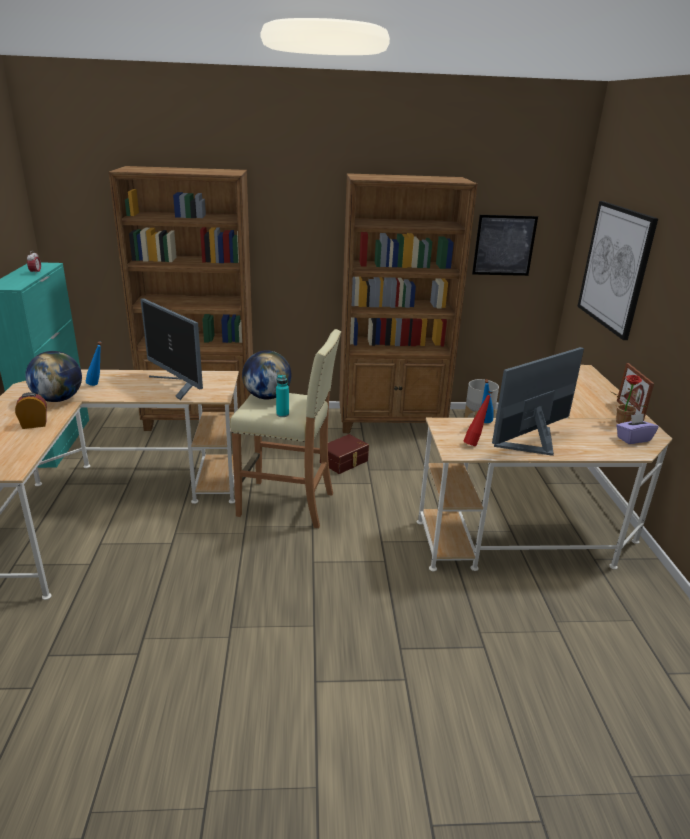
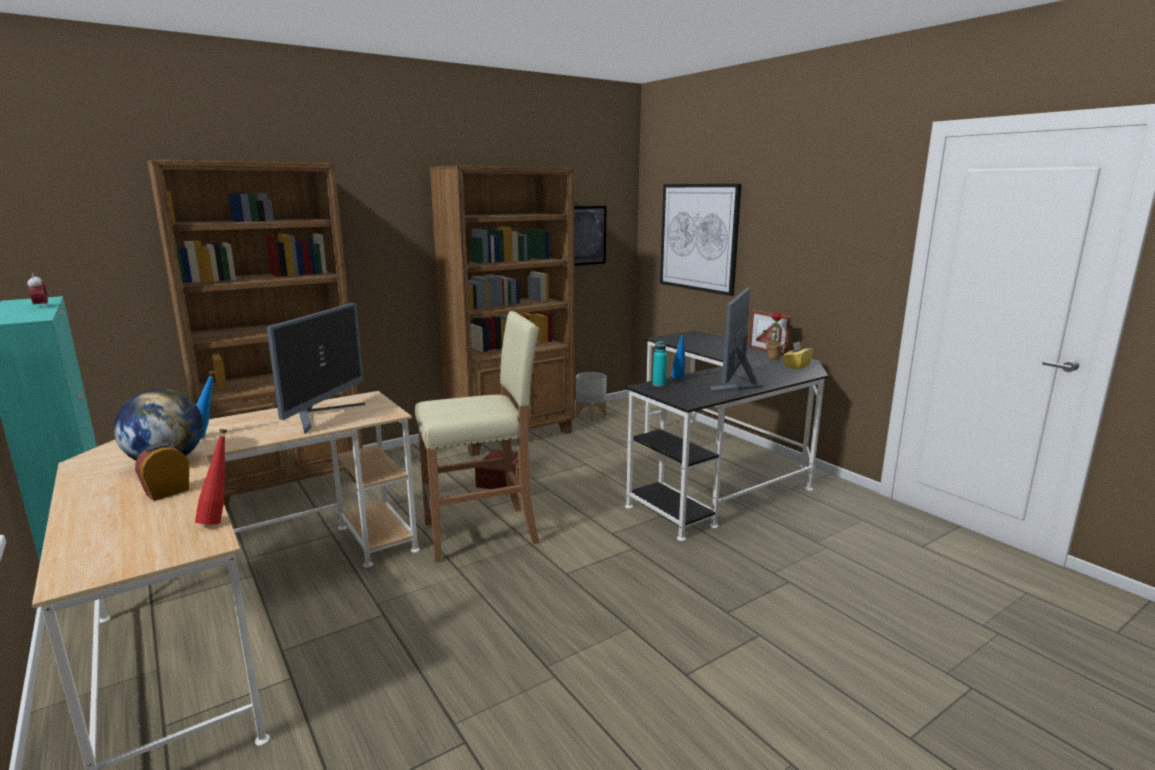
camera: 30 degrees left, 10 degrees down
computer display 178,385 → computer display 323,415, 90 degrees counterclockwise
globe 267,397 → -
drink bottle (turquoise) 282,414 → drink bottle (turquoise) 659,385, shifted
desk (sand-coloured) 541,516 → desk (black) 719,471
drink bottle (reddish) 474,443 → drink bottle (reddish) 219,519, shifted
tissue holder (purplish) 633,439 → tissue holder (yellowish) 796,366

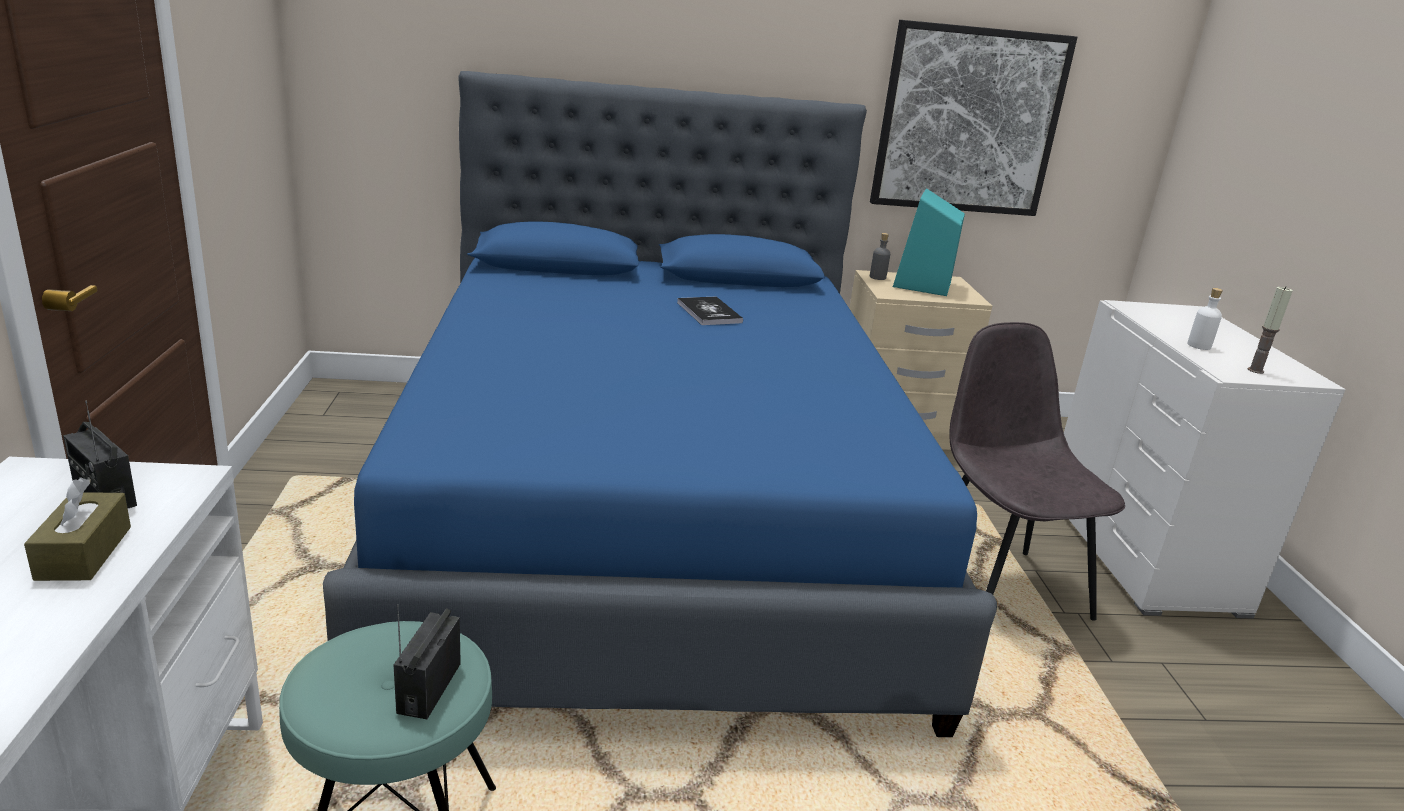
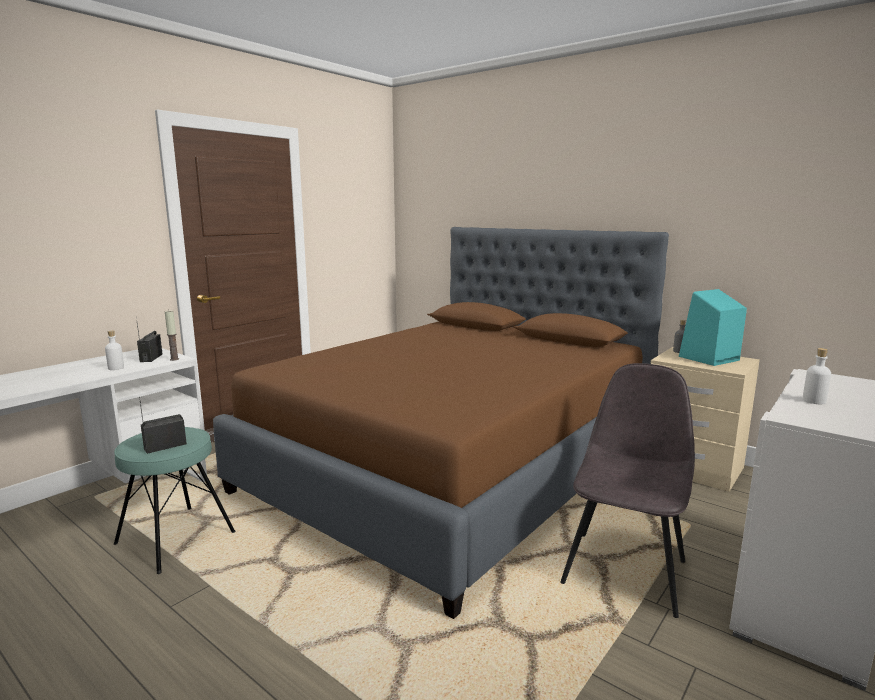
camera: 45 degrees right, 10 degrees down
tissue holder (brown-coloured) 84,553 → drink bottle (whitish) 116,368
sleeping bed (bluish) 651,520 → sleeping bed (brown-coloured) 455,466
book 709,312 → -
wall art 968,121 → -
wax light 1255,370 → wax light 174,359, shifted

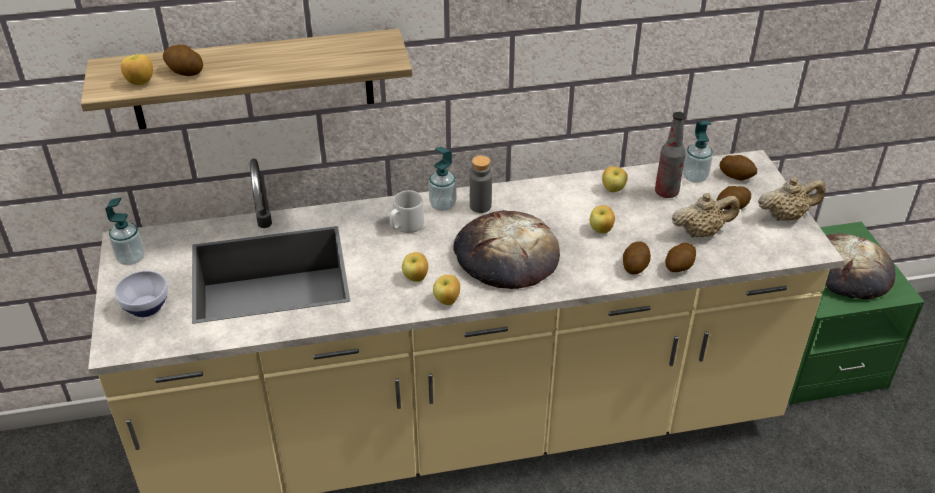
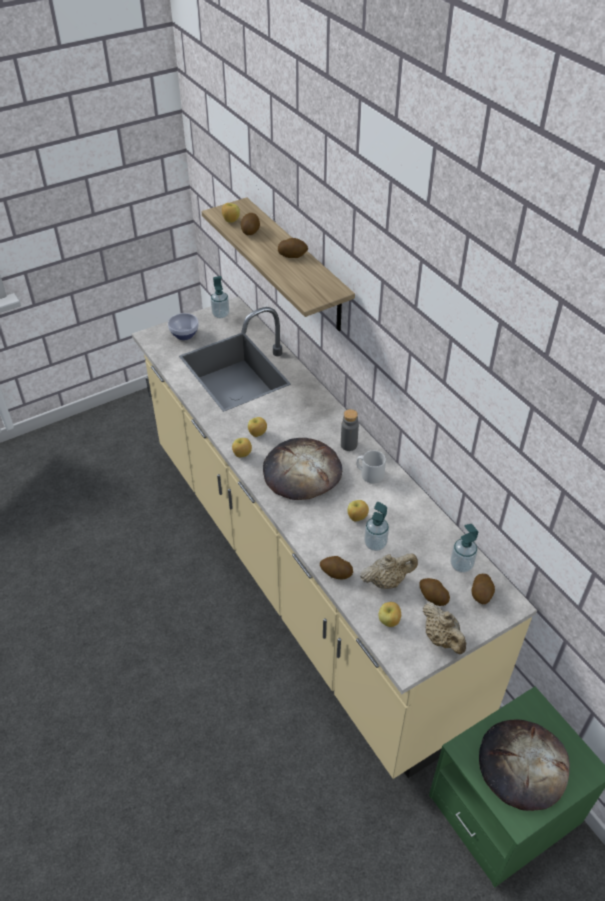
camera: 70 degrees right, 5 degrees up
tea mug (grey) 406,226 → tea mug (grey) 369,474, shifted
soap bottle 442,205 → soap bottle 375,544, shifted
apple 613,189 → apple 389,621, shifted
spud 635,266 → spud 292,255, shifted
drink bottle 666,192 → -
teapot (sand-coloured) 701,232 → teapot (sand-coloured) 387,581, 75 degrees counterclockwise

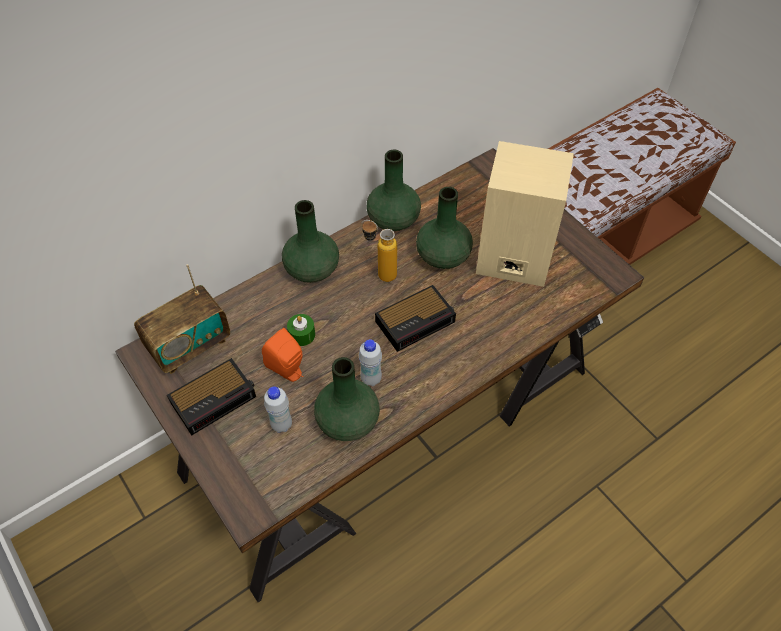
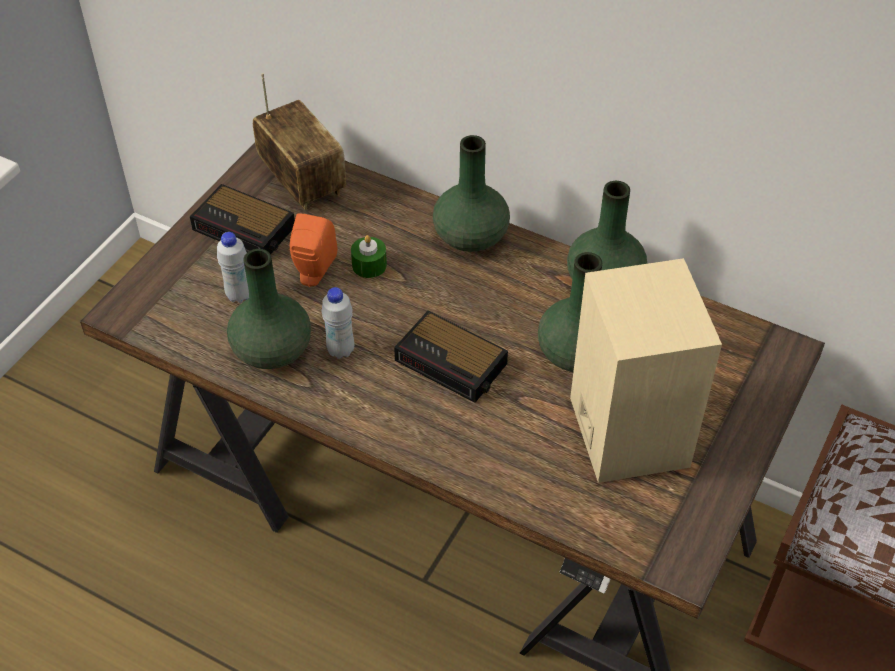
camera: 65 degrees right, 5 degrees down
radio receiver 189,345 → radio receiver 302,181, 150 degrees counterclockwise
drink bottle 379,273 → -

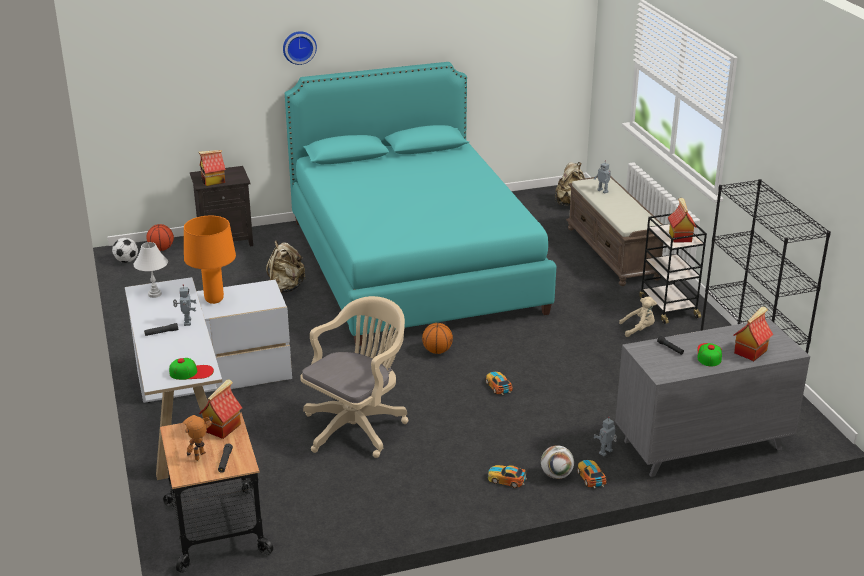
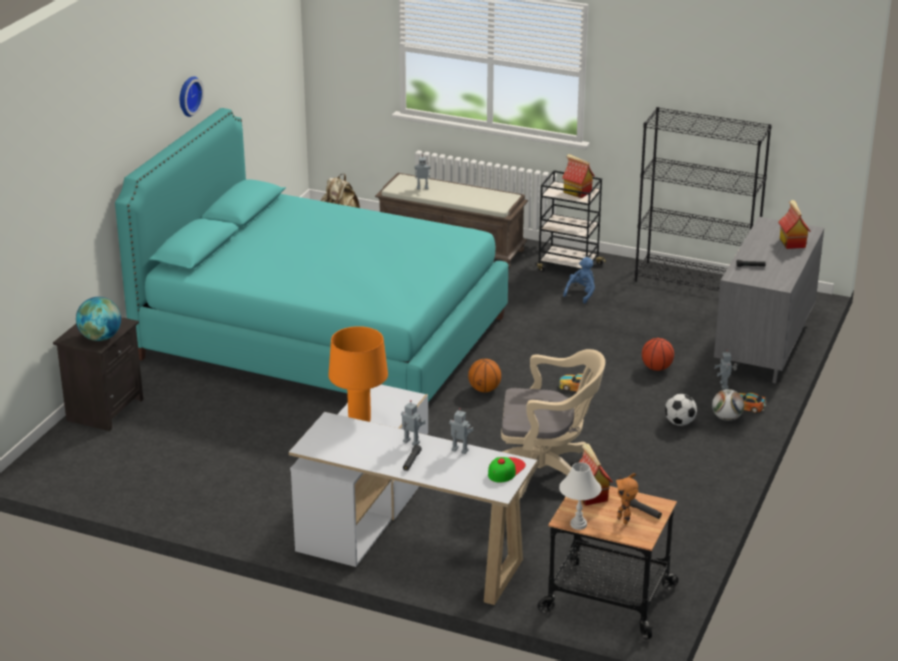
camera: 50 degrees left, 0 degrees up
ball for football 126,261 → ball for football 679,423, shifted
table lamp (whitish) 155,294 → table lamp (whitish) 578,524, shifted
ball for basketball 161,249 → ball for basketball 656,368, shifted
model house 213,181 → globe 100,338
backpack (sand-coloured) 285,288 → -
hanging clock 299,47 → hanging clock 188,96, shifted
office chair (sand-coloured) 358,426 → office chair (sand-coloured) 545,473, 105 degrees clockwise
model car 506,479 → -
soft toy (sand-coloured) 639,329 → soft toy (bluish) 581,293
peaked cap 709,354 → -
- → model robot 459,451

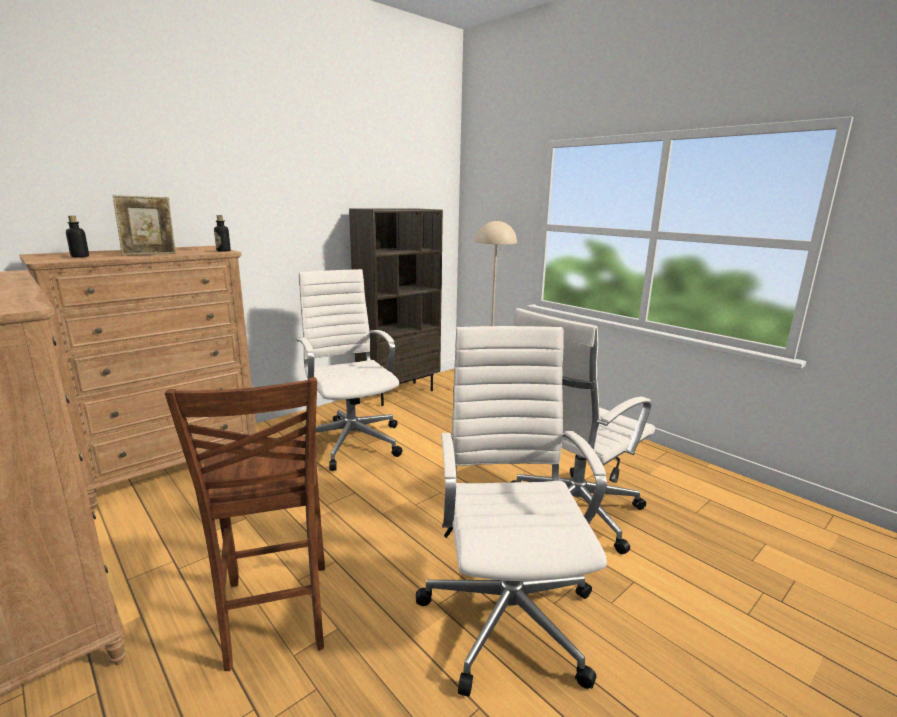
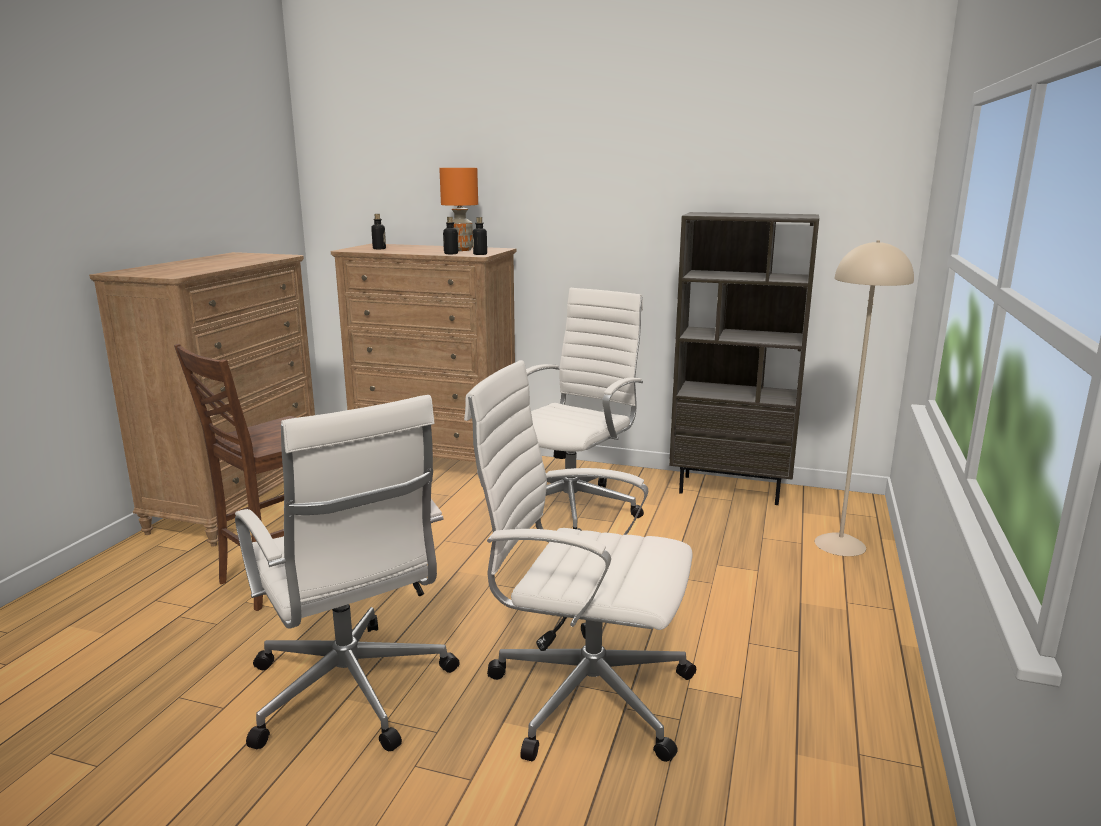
camera: 60 degrees right, 0 degrees up
picture frame 150,254 → -
office chair (whitish) 508,613 → office chair (whitish) 351,693, 90 degrees clockwise
- → table lamp (orange-coloured) 460,250
- → drink bottle 451,253

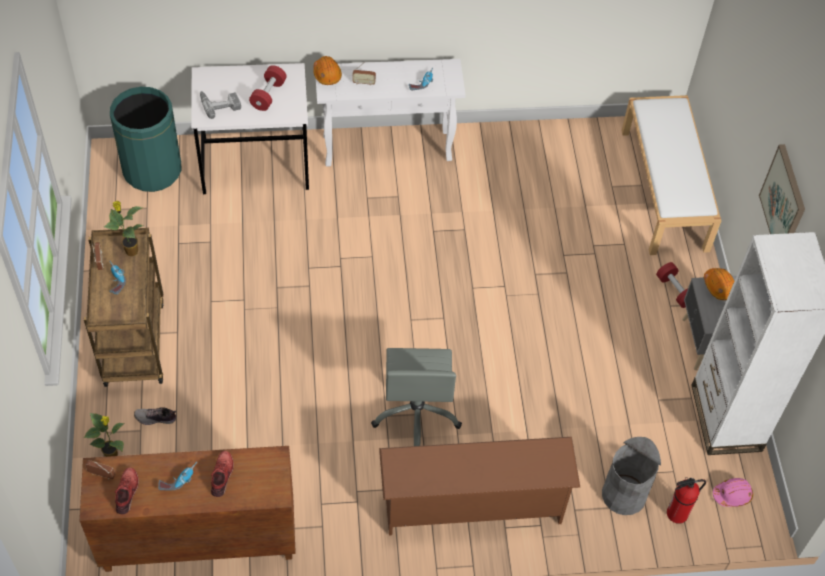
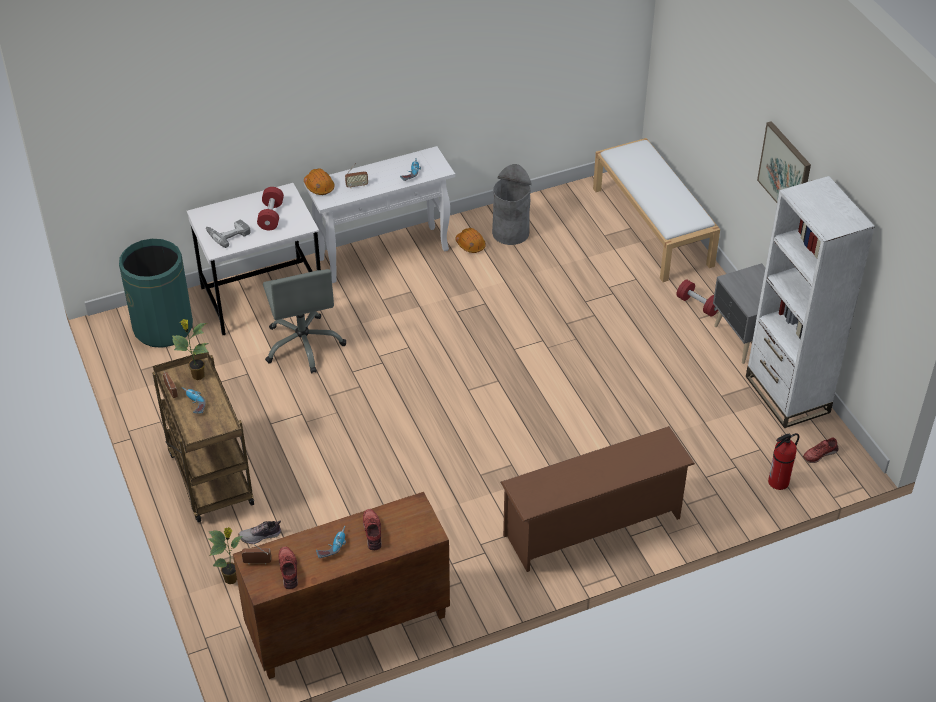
camera: 15 degrees left, 10 degrees down
office chair (grey) 416,414 → office chair (grey) 304,344, shifted
waste bin (grey) 624,494 → waste bin (grey) 510,232, shifted
hard hat (orange-coloured) 719,287 → hard hat (orange-coloured) 470,245, shifted
hard hat (pink-coloured) 732,495 → item of footwear (reddish) 819,454

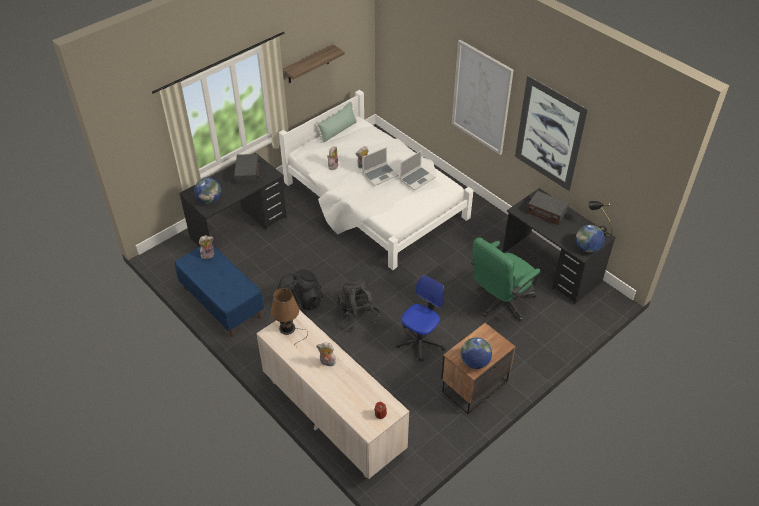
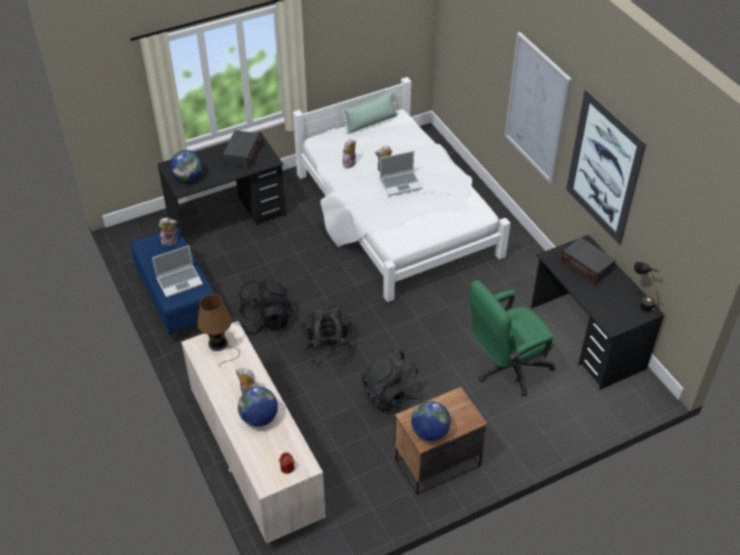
camera: 15 degrees right, 0 degrees up
bracket shelf 308,64 → -
office chair 420,342 → backpack (black) 390,395
laptop 417,178 → laptop 180,281, shifted
globe 587,248 → globe 259,418, shifted

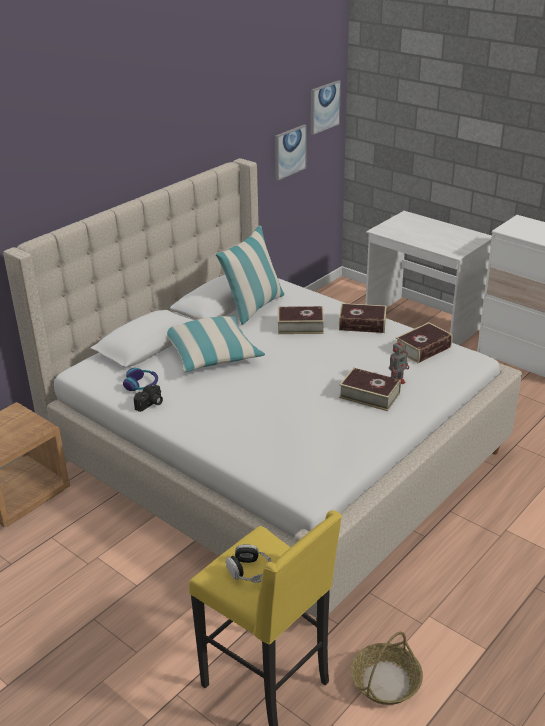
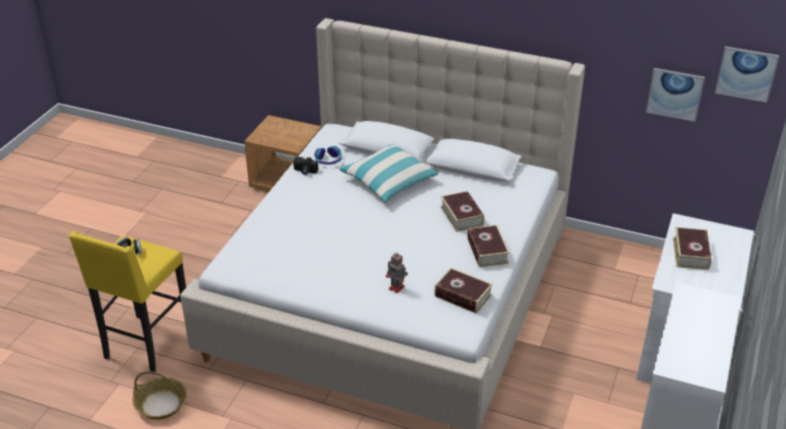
camera: 70 degrees right, 5 degrees up
cushion 254,307 → -
book 369,395 → book 690,253, shifted

